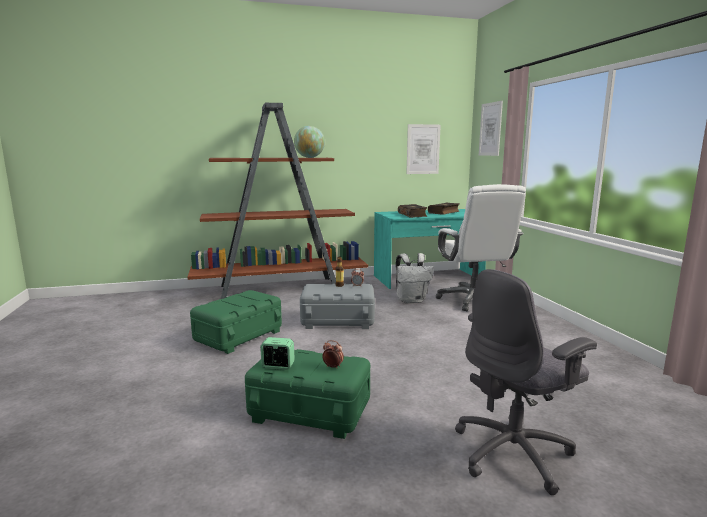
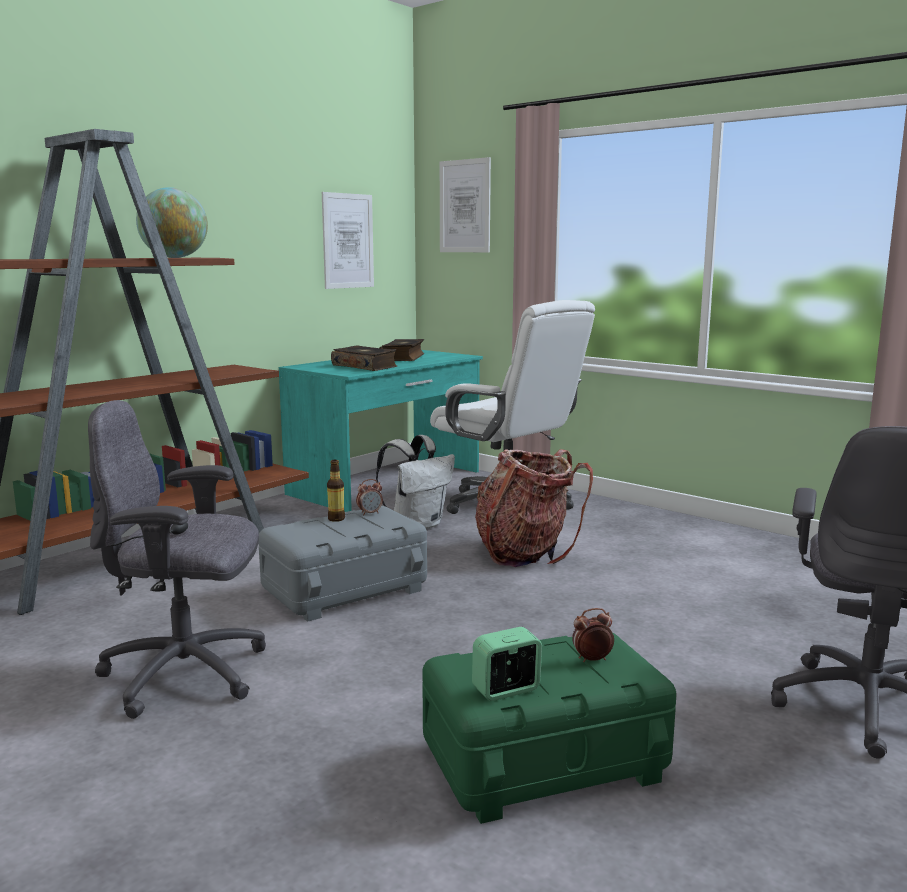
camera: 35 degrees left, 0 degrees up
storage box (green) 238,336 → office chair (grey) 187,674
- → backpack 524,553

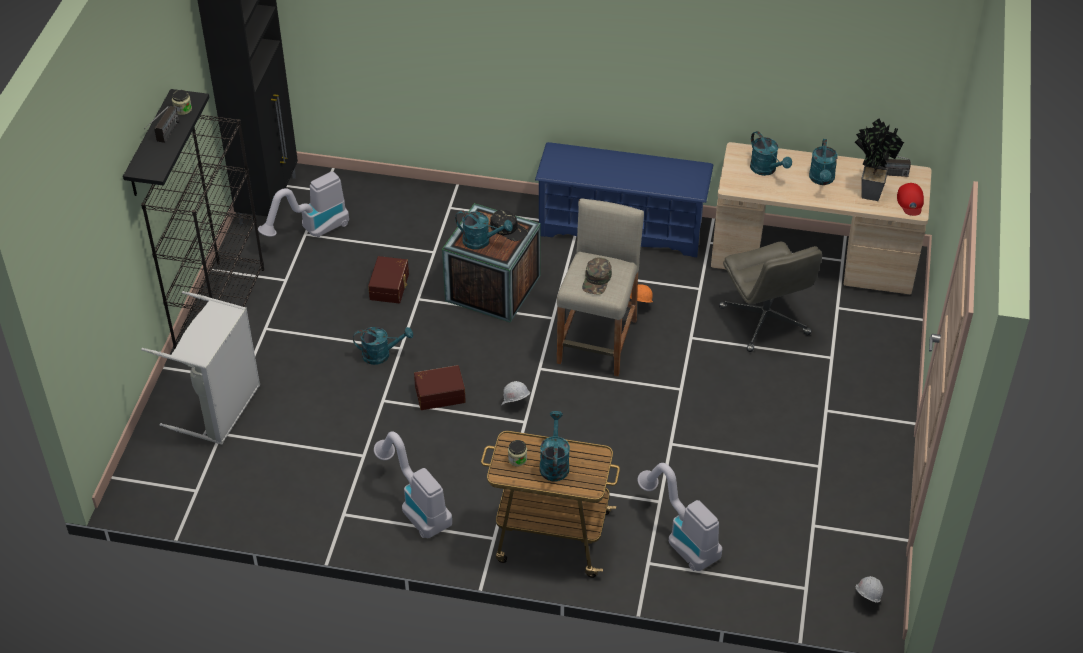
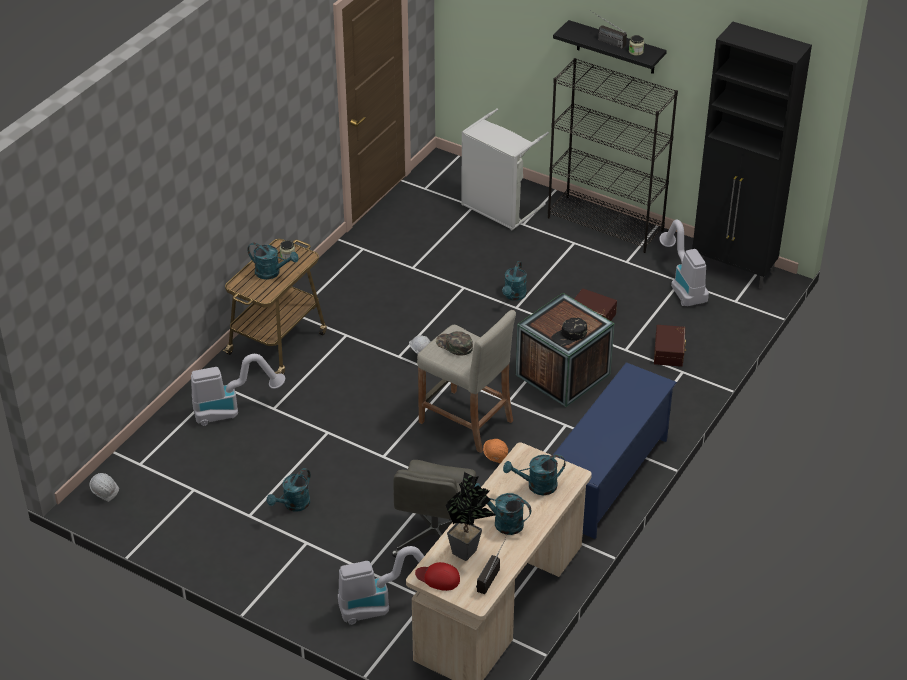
camera: 110 degrees right, 5 degrees down
vacuum 415,505 → vacuum 381,604, shifted
storage box (brown-coloured) 439,393 → storage box (brown-coloured) 670,352, shifted
watering pot (turquoise) 481,241 → watering pot (turquoise) 293,505, shifted
office chair (grey) 765,321 → office chair (grey) 434,539, 75 degrees counterclockwise

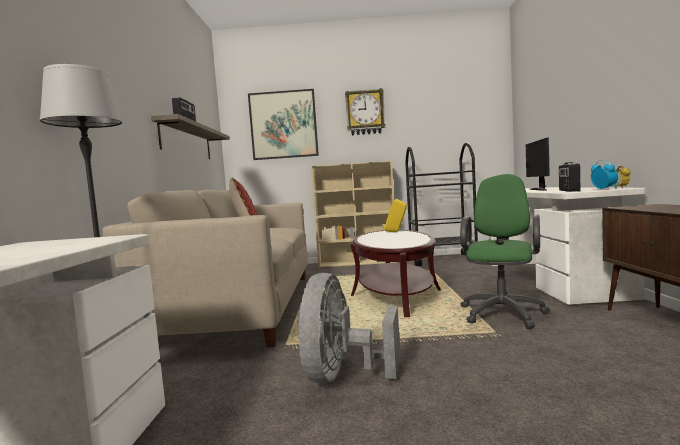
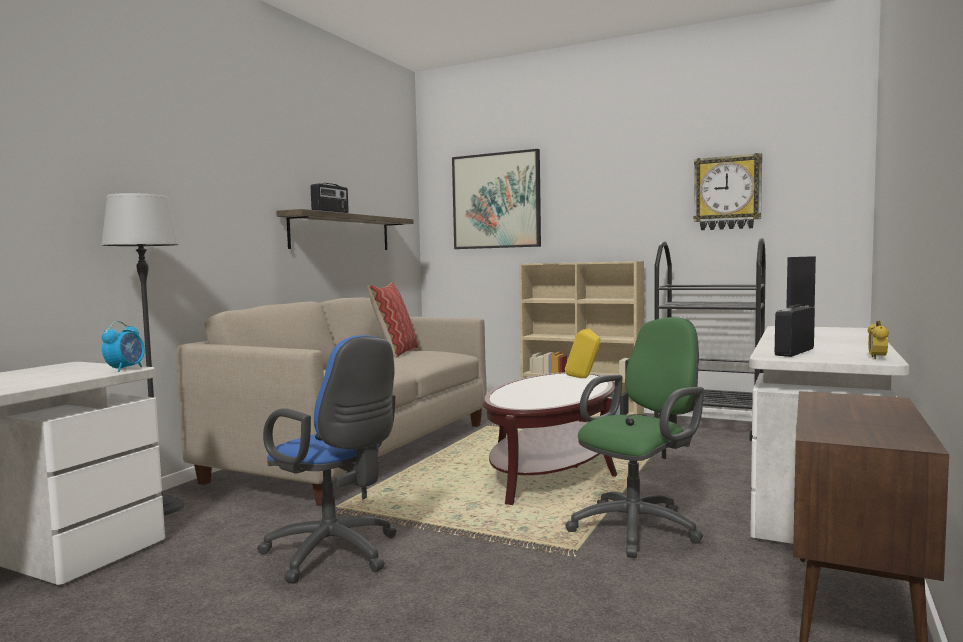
camera: 25 degrees right, 0 degrees up
electric fan (grey) 342,376 → office chair (bluish) 336,554
hanging clock 365,112 → hanging clock 727,193, shifted
alarm clock 604,189 → alarm clock 125,369, shifted

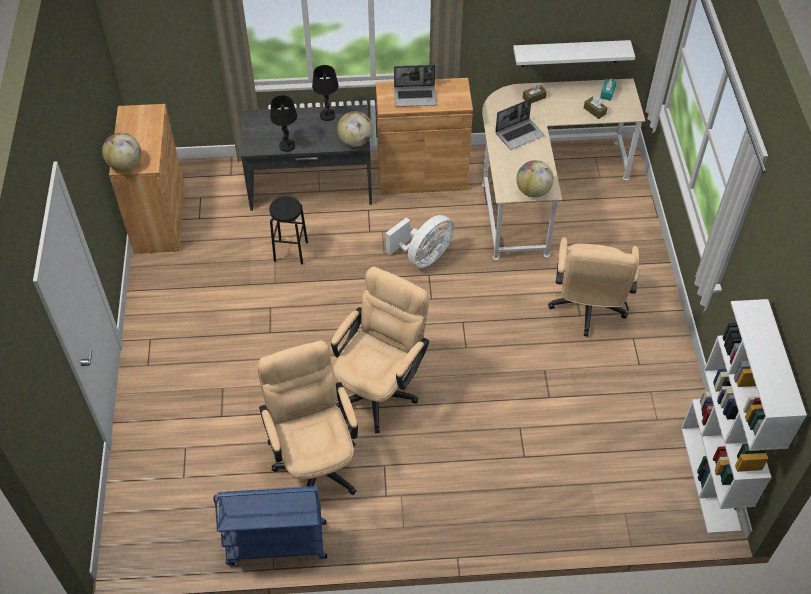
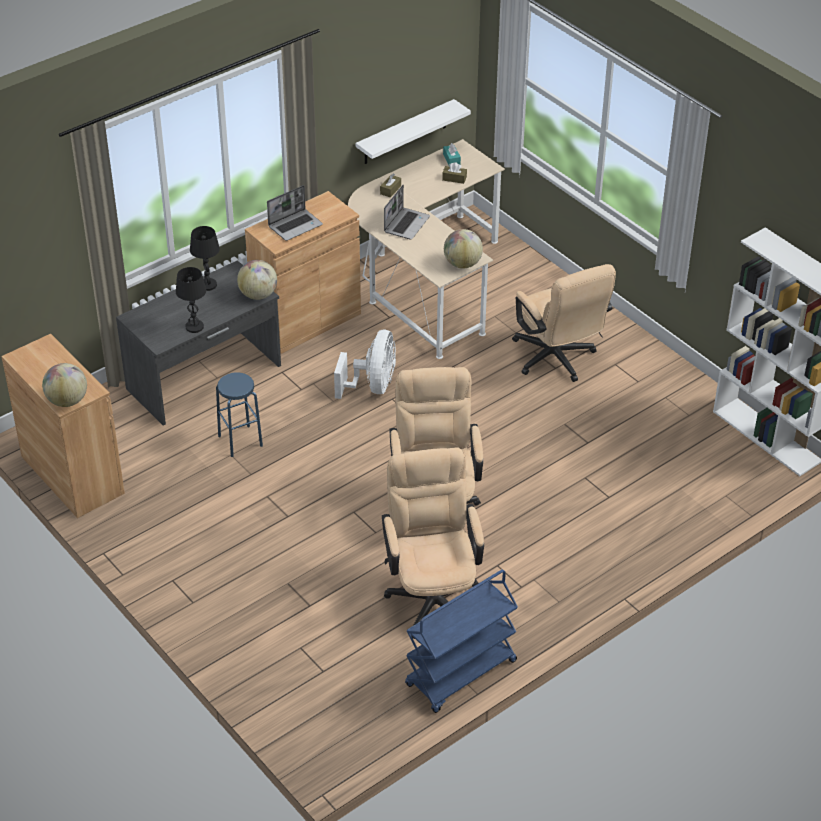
camera: 35 degrees left, 10 degrees down
office chair (sand-coloured) 315,460 → office chair (sand-coloured) 432,594, 45 degrees clockwise
stool seat (black) 291,251 → stool seat (bluish) 240,441

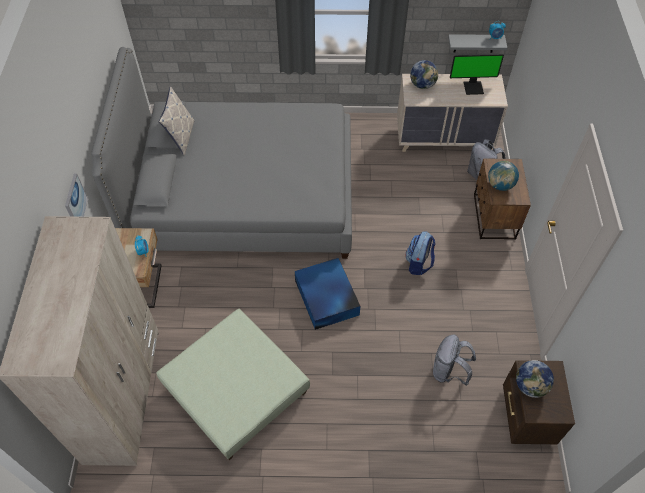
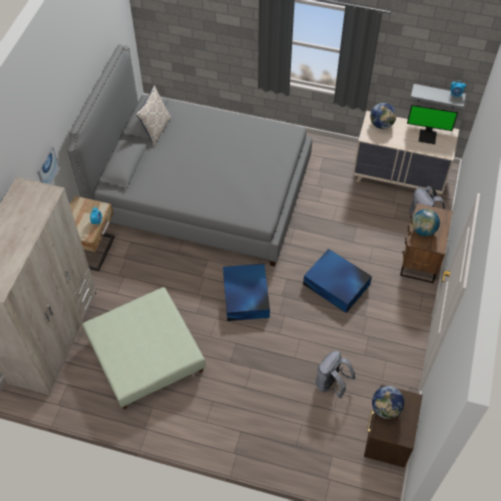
camera: 15 degrees right, 0 degrees up
backpack 419,263 → storage box (bluish) 337,285

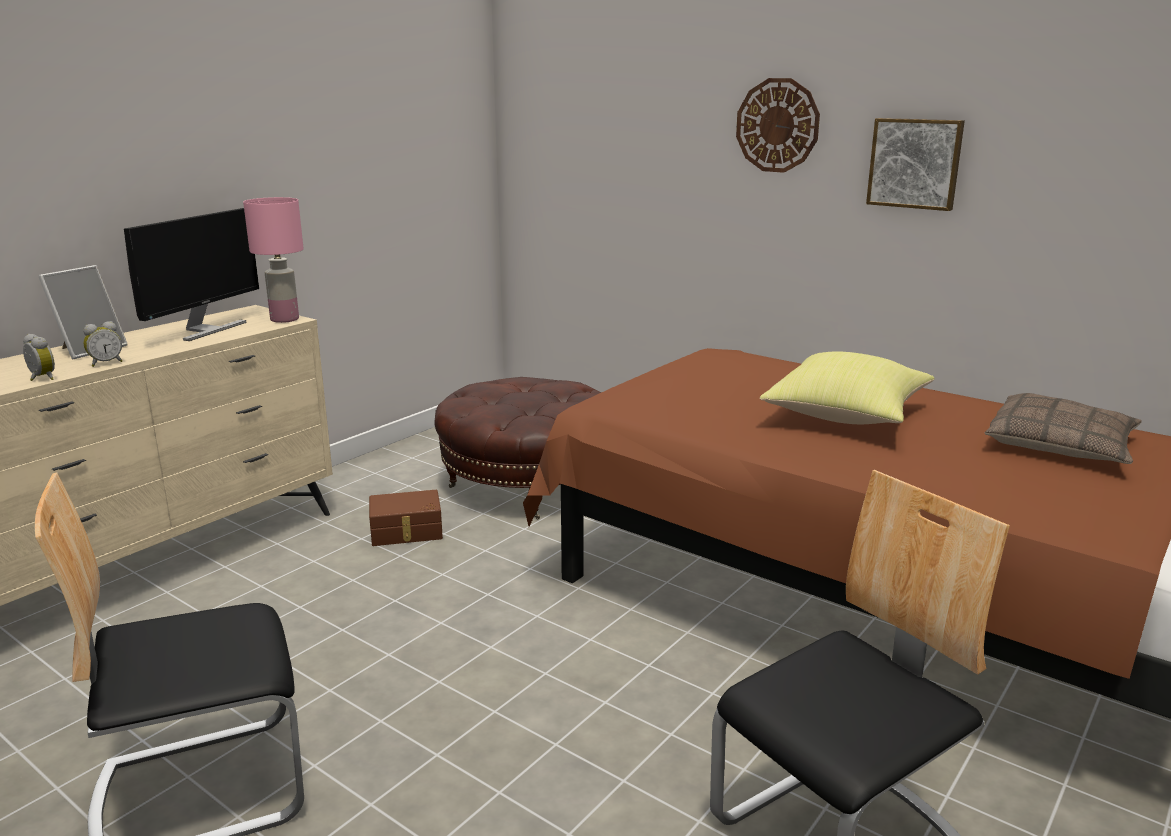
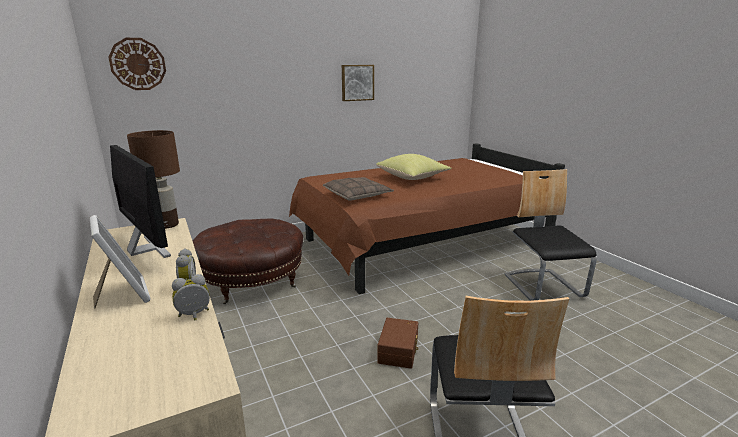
camera: 65 degrees left, 0 degrees up
table lamp (pink-coloured) 284,319 → table lamp (brown-coloured) 167,225
storage box (brown-coloured) 406,532 → storage box (brown-coloured) 399,350, shifted
hanging clock 777,125 → hanging clock 138,64, shifted
cushion 1060,445 → cushion 357,195, shifted

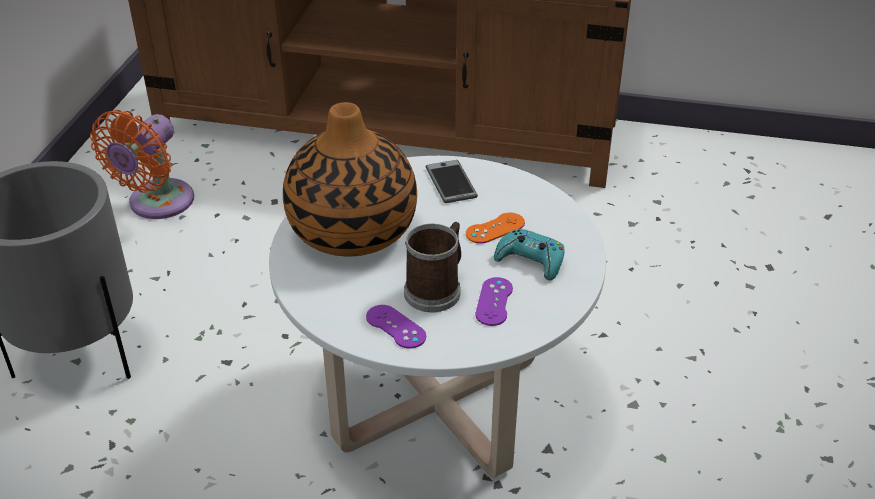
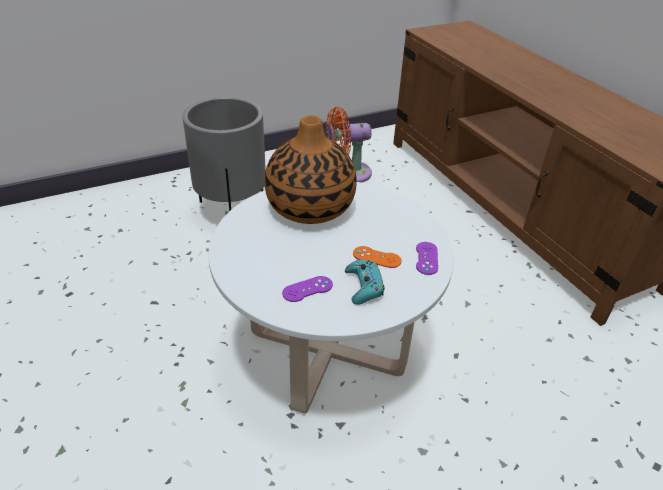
camera: 50 degrees right, 0 degrees up
game controller (purplish) 395,327 → game controller (purplish) 426,258, shifted
tea mug 436,289 → -
handset 451,182 → -

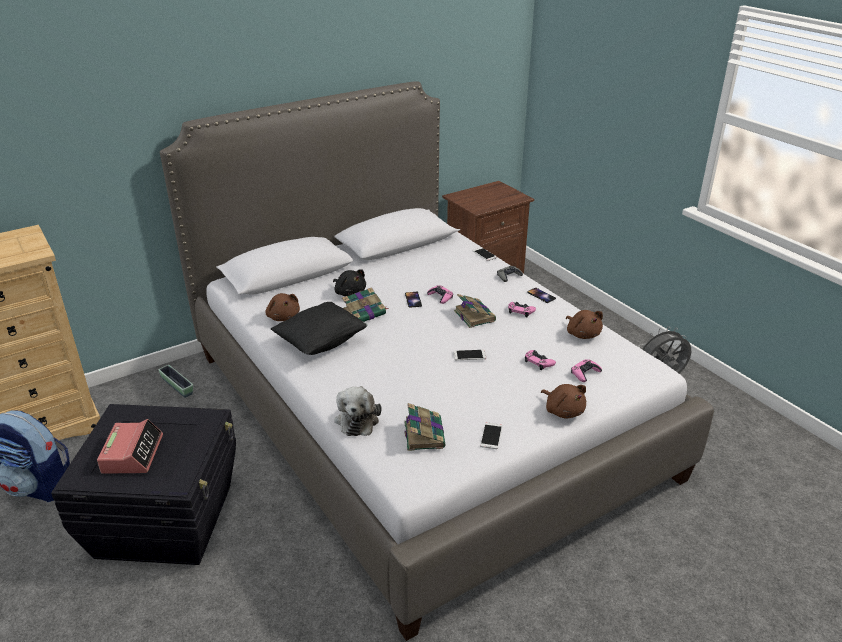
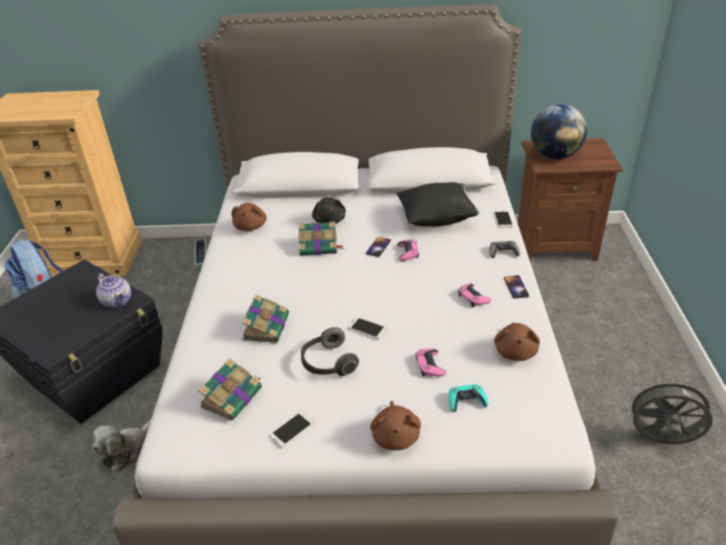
camera: 35 degrees right, 5 degrees up
alarm clock 132,454 → -
cushion (black) 321,343 → cushion (black) 437,218, shifted
soft toy 357,419 → soft toy 126,450, shifted
book 474,315 → book 266,326, shifted
game controller (pink-coloured) 585,373 → game controller (turquoise) 466,401
- → teapot 117,301
- → headphones 328,363
- → globe 555,156

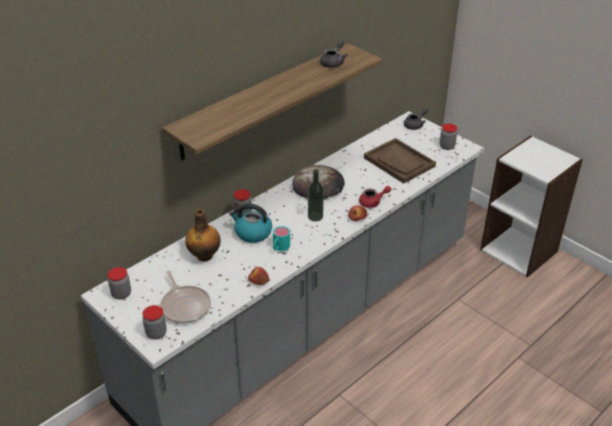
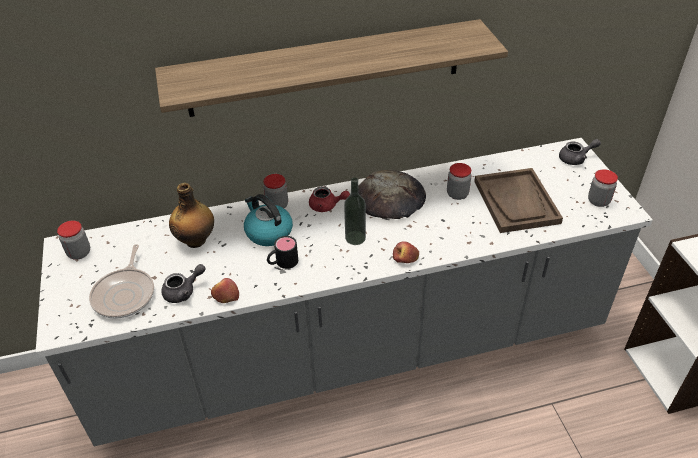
camera: 30 degrees right, 5 degrees up
storage jar 156,333 → storage jar 457,194, shifted
tea mug (turquoise) 279,248 → tea mug (black) 282,262
teapot (grey) 333,62 → teapot (grey) 184,291, shifted
teapot (reddish) 373,202 → teapot (reddish) 327,206, shifted

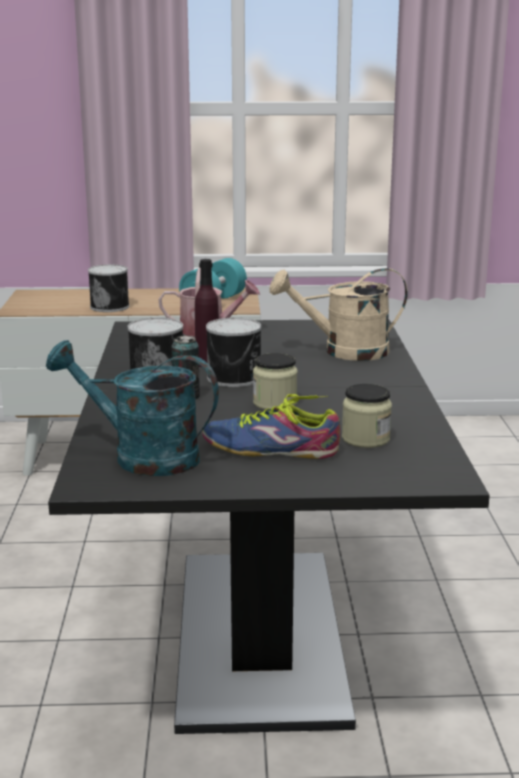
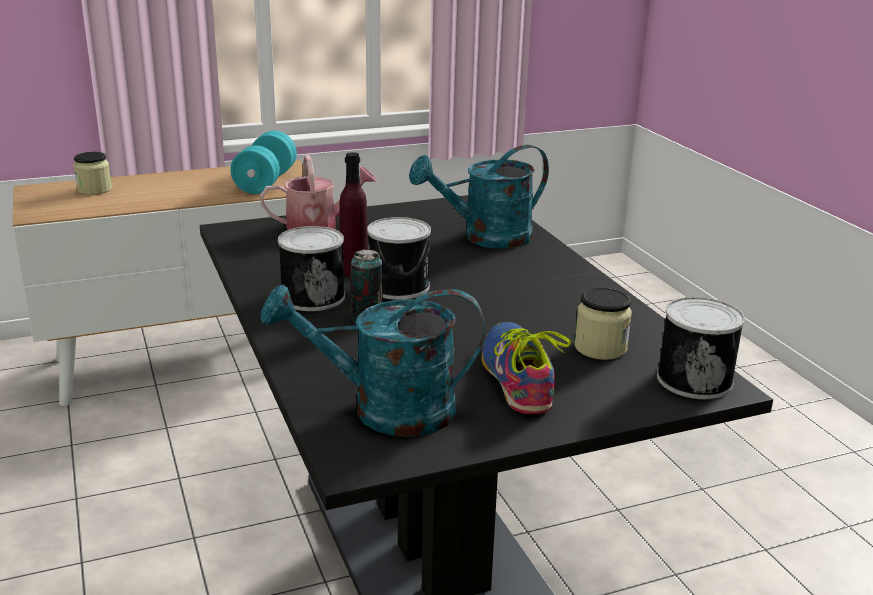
camera: 20 degrees left, 5 degrees up
sealed can 110,306 → sealed can 694,379, shifted
item of footwear 271,449 → item of footwear 516,377, 90 degrees clockwise
storage jar 275,403 → storage jar 94,190, shifted
watering pot (sand-coloured) 344,352 → watering pot (turquoise) 486,238

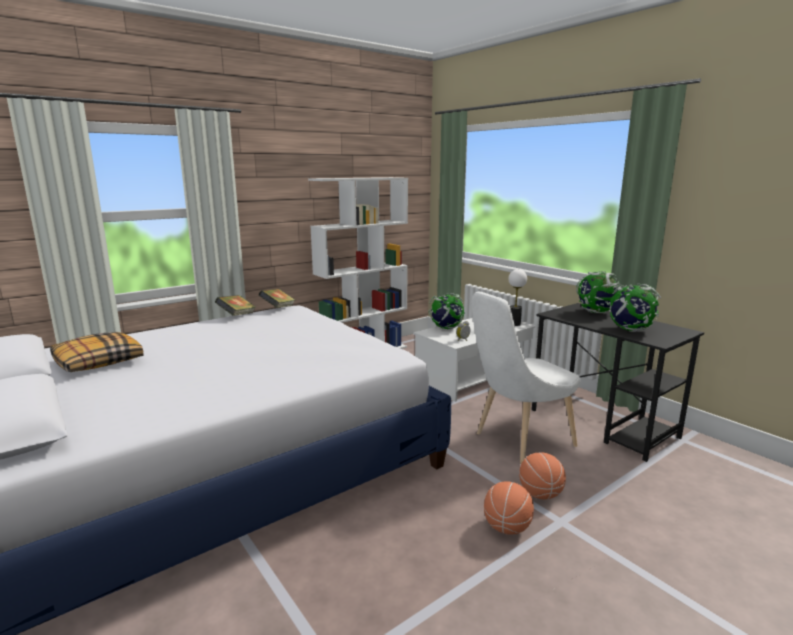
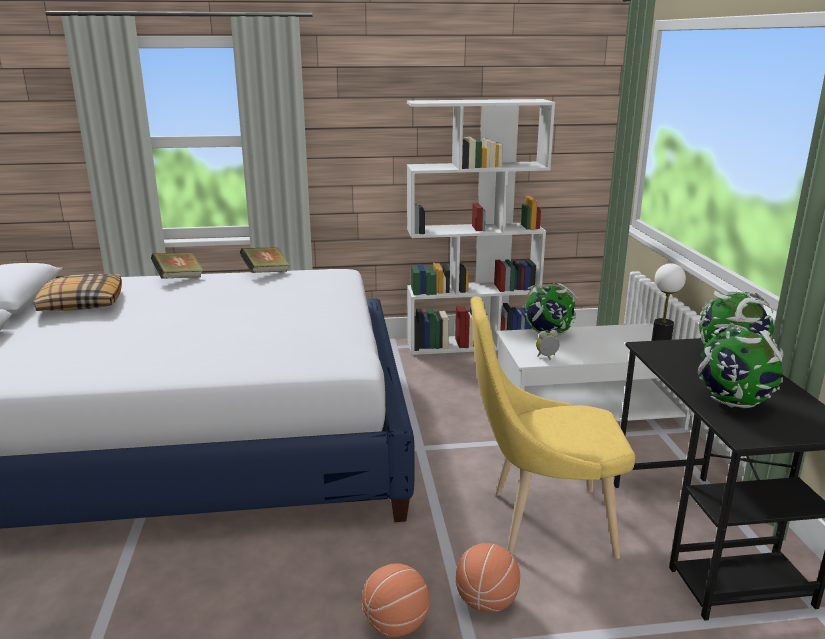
camera: 30 degrees right, 5 degrees up
book 278,308 → book 179,278, shifted
upright chair (whitish) 519,441 → upright chair (yellowish) 542,522

